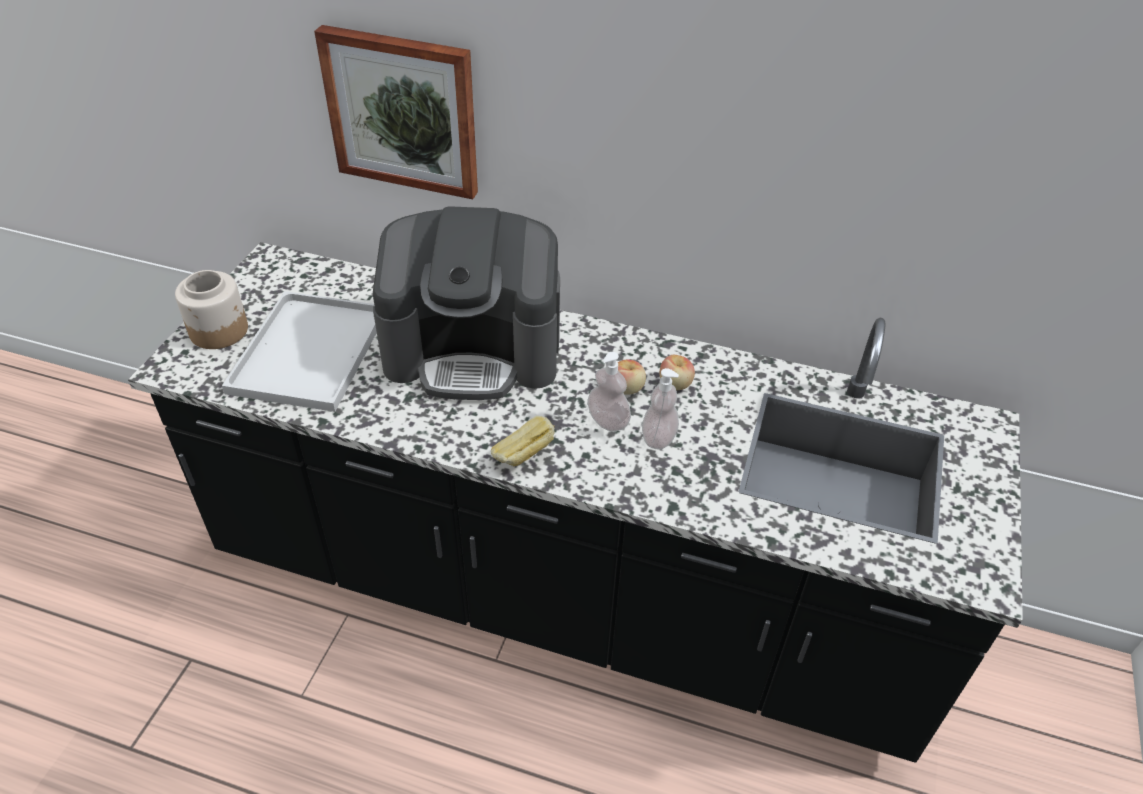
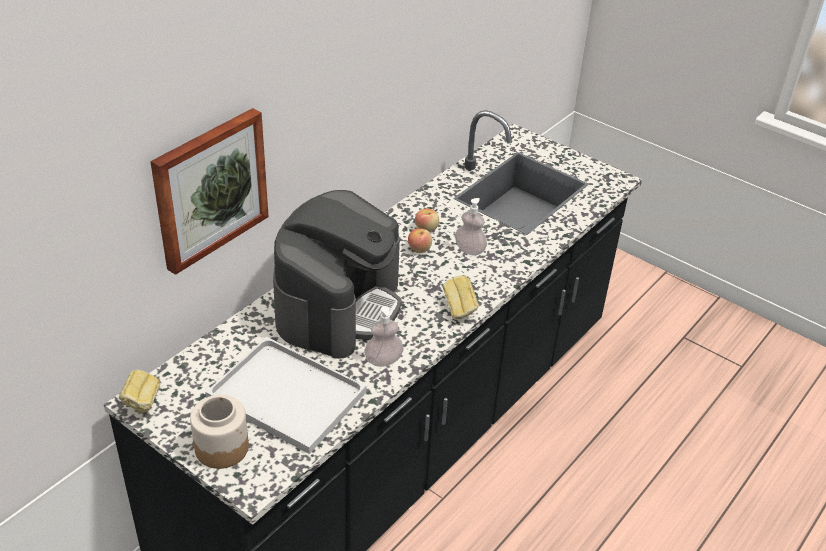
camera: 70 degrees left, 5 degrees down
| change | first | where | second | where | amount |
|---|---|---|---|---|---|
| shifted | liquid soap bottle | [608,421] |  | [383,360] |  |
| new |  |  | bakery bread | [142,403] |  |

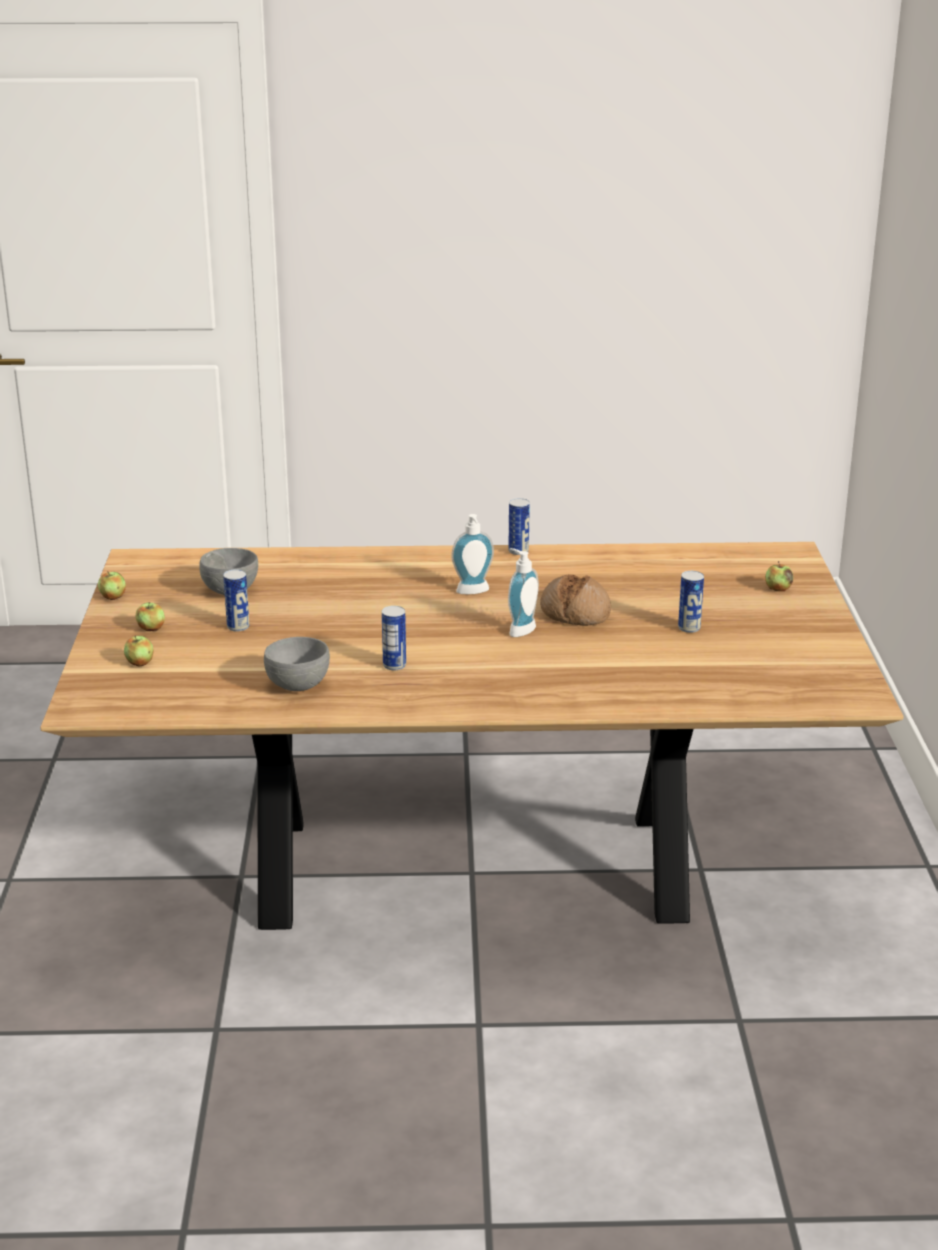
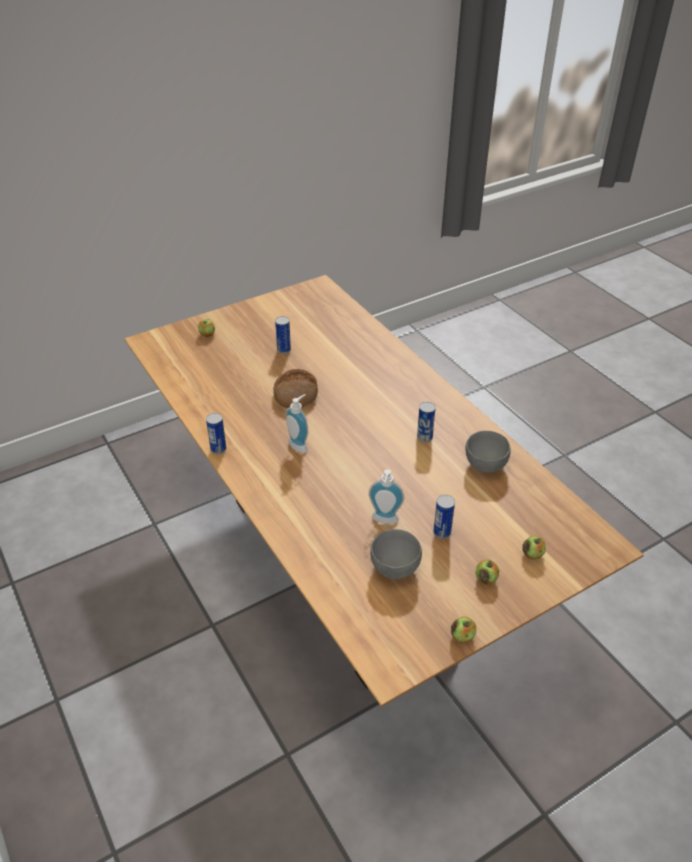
camera: 120 degrees left, 15 degrees up
| change | first | where | second | where | amount |
|---|---|---|---|---|---|
| shifted | liquid soap bottle | [519,629] |  | [384,521] |  |

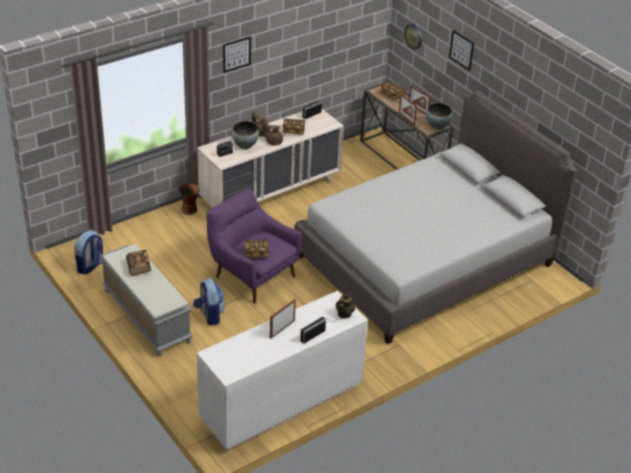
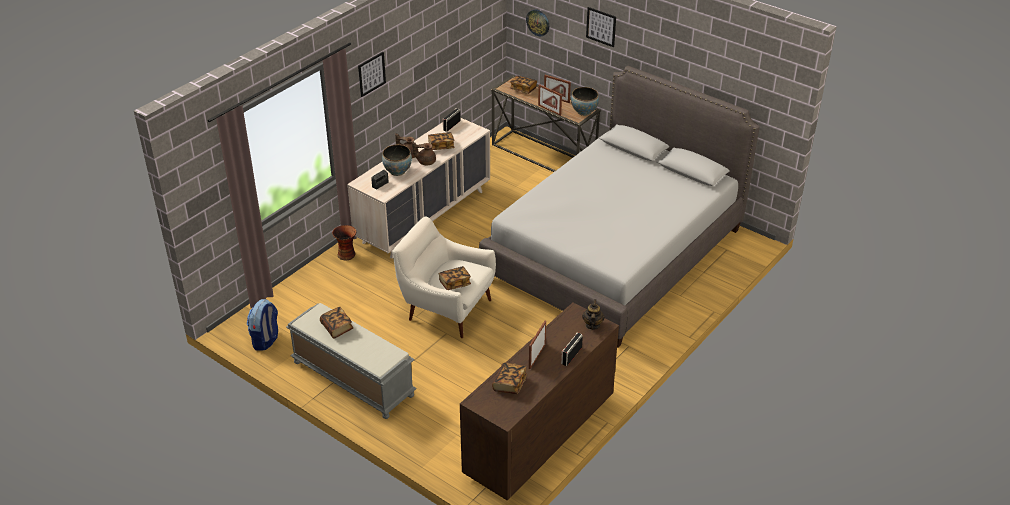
camera: 15 degrees left, 0 degrees up
| change | first | where | second | where | amount |
|---|---|---|---|---|---|
| gone | knapsack | [209,315] |  |  |  |
| repainted | dresser (white-coloured) | [280,403] | dresser (brown) | [538,437] |  |
| repainted | armchair (purplish) | [252,275] | armchair (white-coloured) | [446,308] |  |
| new |  |  | bound book | [509,384] |  |

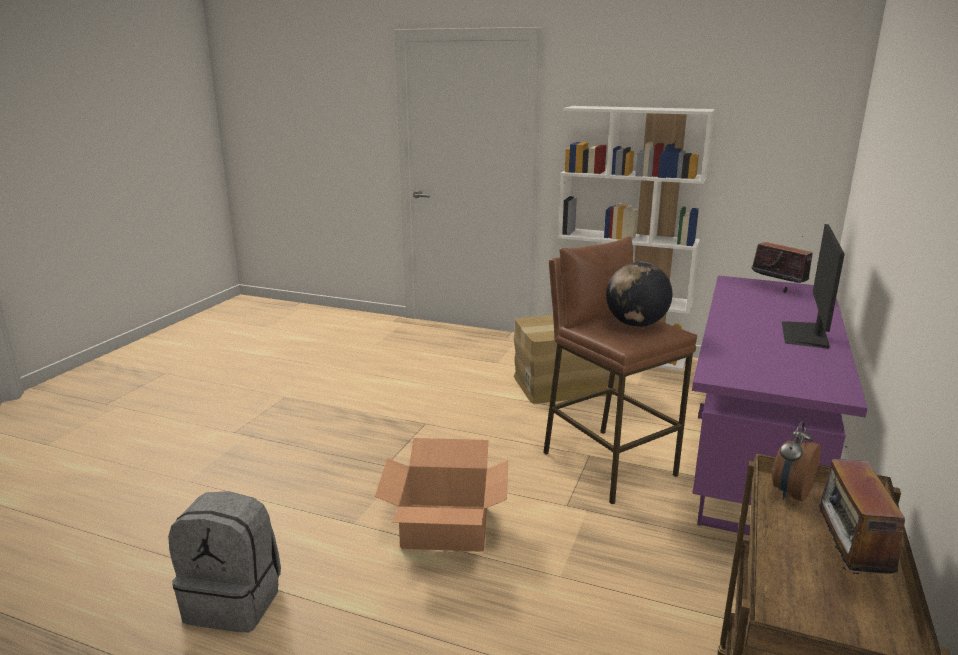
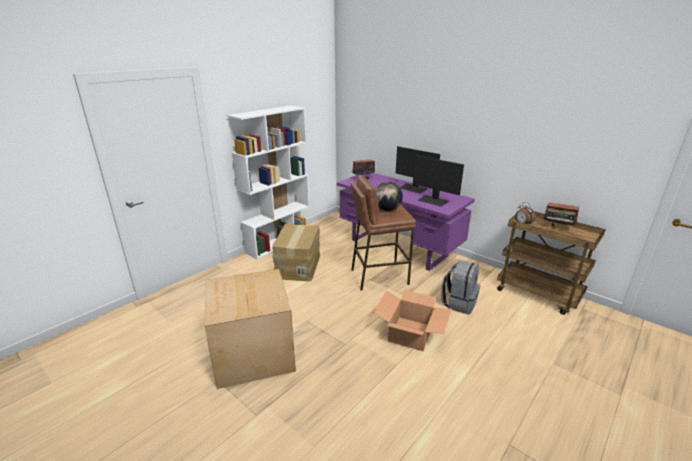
camera: 70 degrees left, 5 degrees up
| change | first | where | second | where | amount |
|---|---|---|---|---|---|
| shifted | knapsack (greyish) | [235,601] |  | [459,303] |  |
| new |  |  | packing box | [252,354] |  |
| new |  |  | computer display | [433,200] |  |

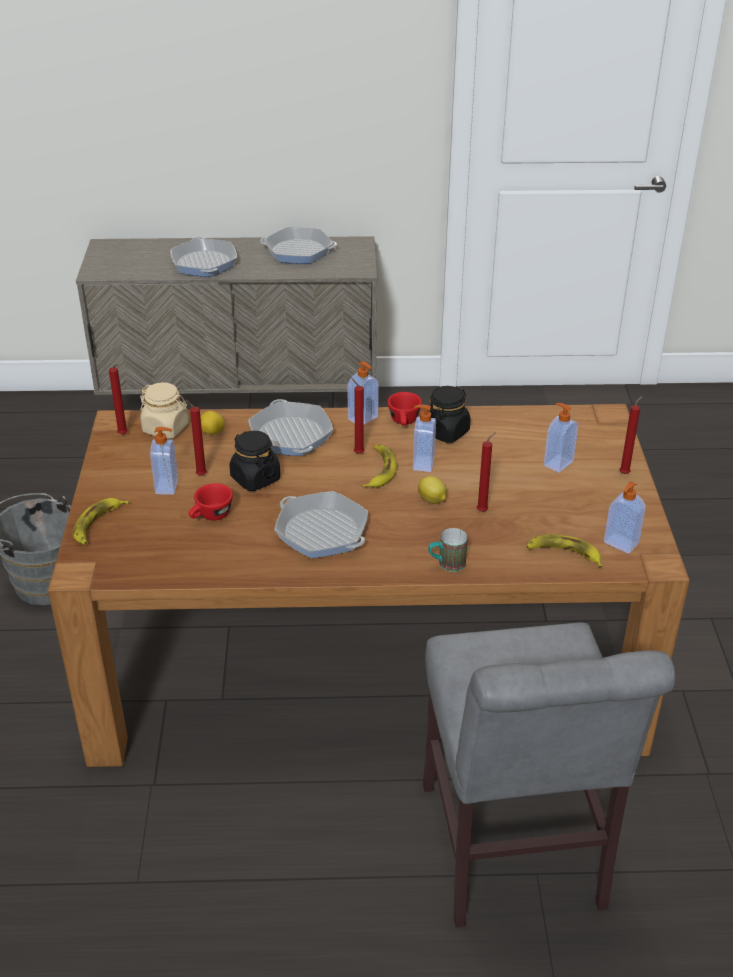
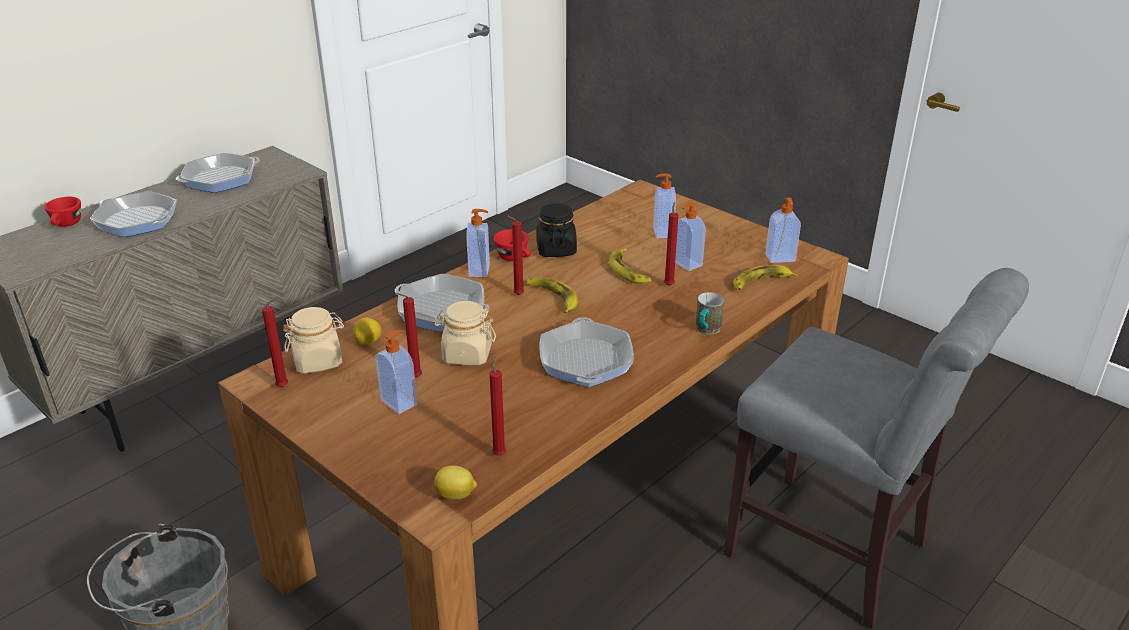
camera: 45 degrees left, 5 degrees down
| change | first | where | second | where | amount |
|---|---|---|---|---|---|
| shifted | banana | [98,524] |  | [629,271] |  |
| shifted | drinking cup (red-coloured) | [211,516] |  | [66,225] |  |
| repainted | storage jar (black) | [255,478] | storage jar (beige) | [467,354] |  |
| rotated | skillet | [322,532] |  | [585,361] | 90 degrees clockwise |
| shifted | liquid soap bottle | [422,463] |  | [686,264] |  |
| shifted | whole lemon | [432,500] |  | [456,495] |  |
| shifted | wax candle (red-coloured) | [625,473] |  | [499,454] |  |

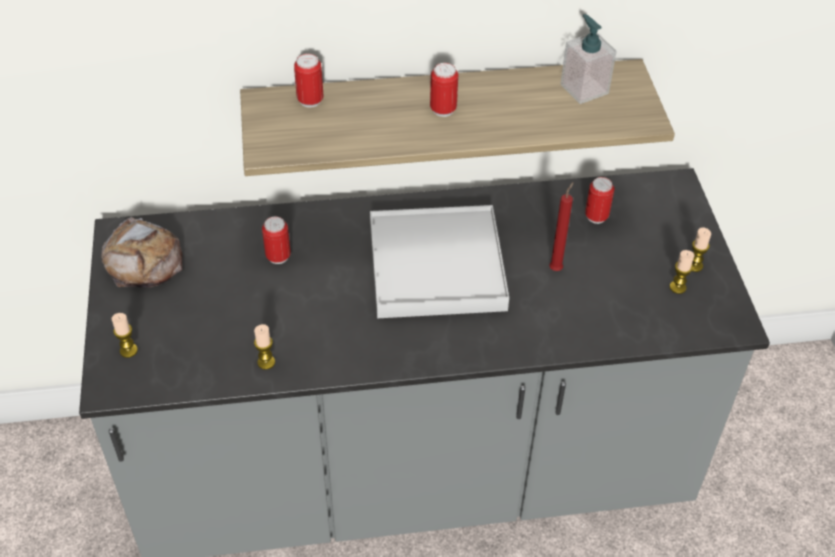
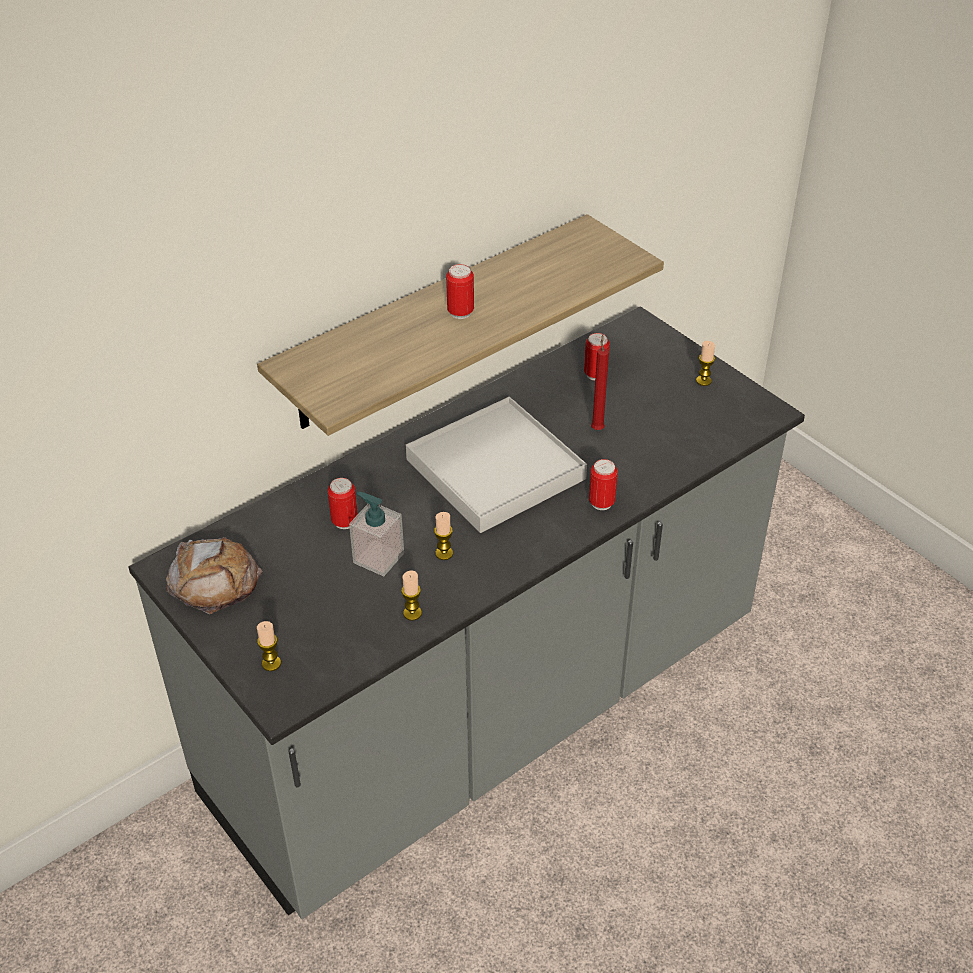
camera: 30 degrees left, 5 degrees down
| change | first | where | second | where | amount |
|---|---|---|---|---|---|
| shifted | sealed can | [310,101] |  | [601,503] |  |
| shifted | liquid soap bottle | [584,89] |  | [378,558] |  |
| shifted | wax candle | [677,287] |  | [444,553] |  |

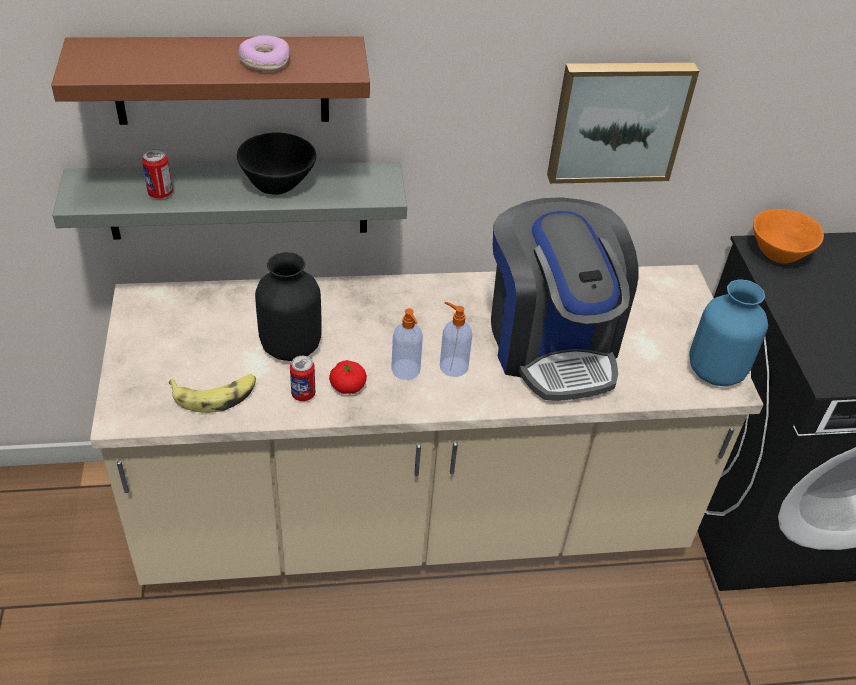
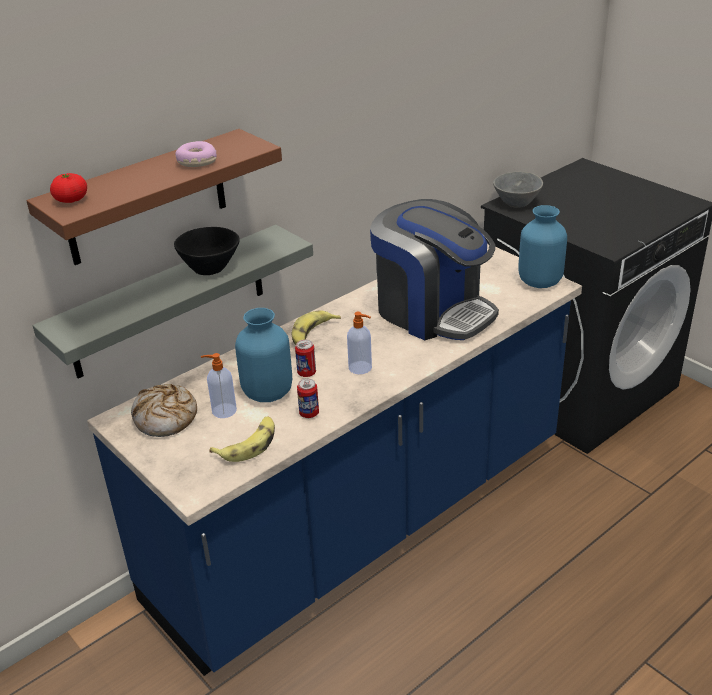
camera: 30 degrees left, 10 degrees down
| change | first | where | second | where | amount |
|---|---|---|---|---|---|
| repainted | kitchen base unit (beige) | [414,519] | kitchen base unit (blue) | [364,522] |  |
| shifted | sealed can | [160,193] |  | [306,373] |  |
| repainted | flower vase (black) | [290,347] | flower vase (blue) | [268,393] |  |
| shifted | fresh tomato | [348,386] |  | [71,200] |  |
| shifted | liquid soap bottle | [452,366] |  | [223,411] |  |
| gone | picture | [617,120] |  |  |  |
| repainted | serving bowl (orange) | [777,253] | serving bowl (greyish) | [515,203] |  |
| new |  |  | bakery bread | [165,418] |  |
| new |  |  | banana | [312,334] |  |

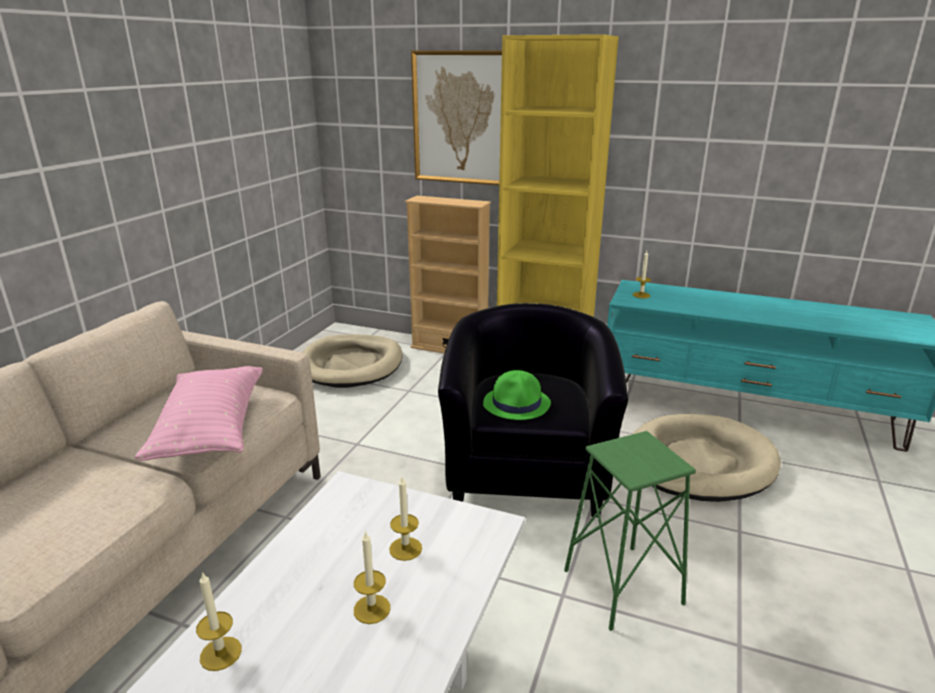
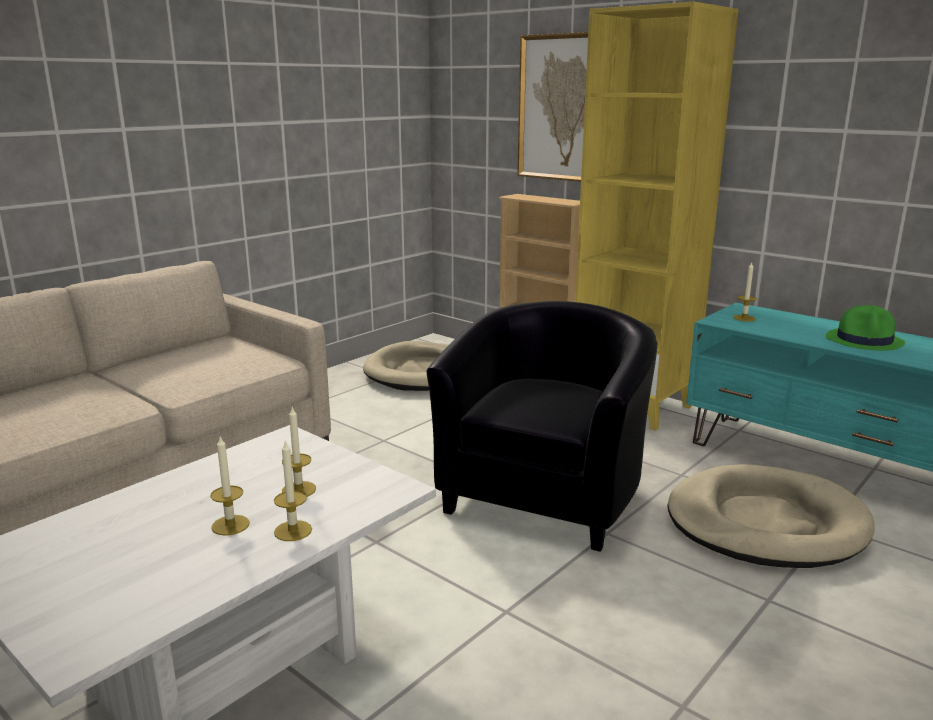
camera: 20 degrees right, 5 degrees down
| change | first | where | second | where | amount |
|---|---|---|---|---|---|
| gone | pillow (pink) | [211,429] |  |  |  |
| shifted | wax candle | [220,653] |  | [293,531] |  |
| shifted | wearable hat (green) | [517,404] |  | [865,341] |  |
| gone | stool seat (green) | [623,587] |  |  |  |

